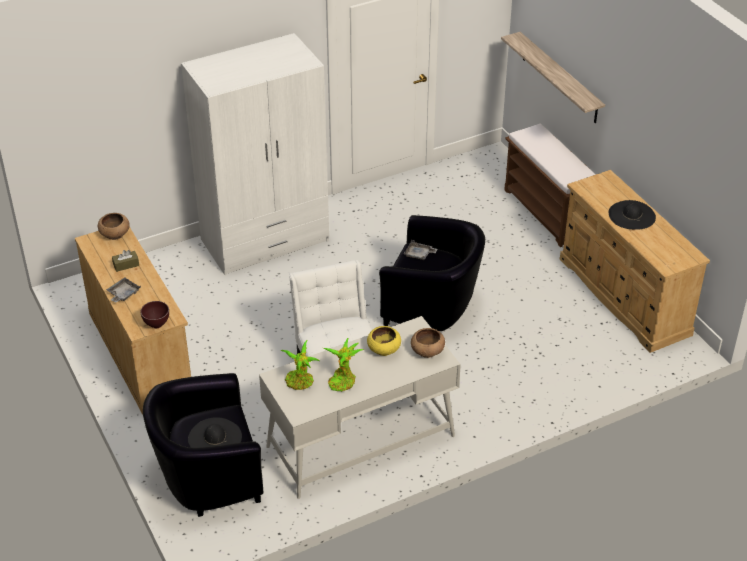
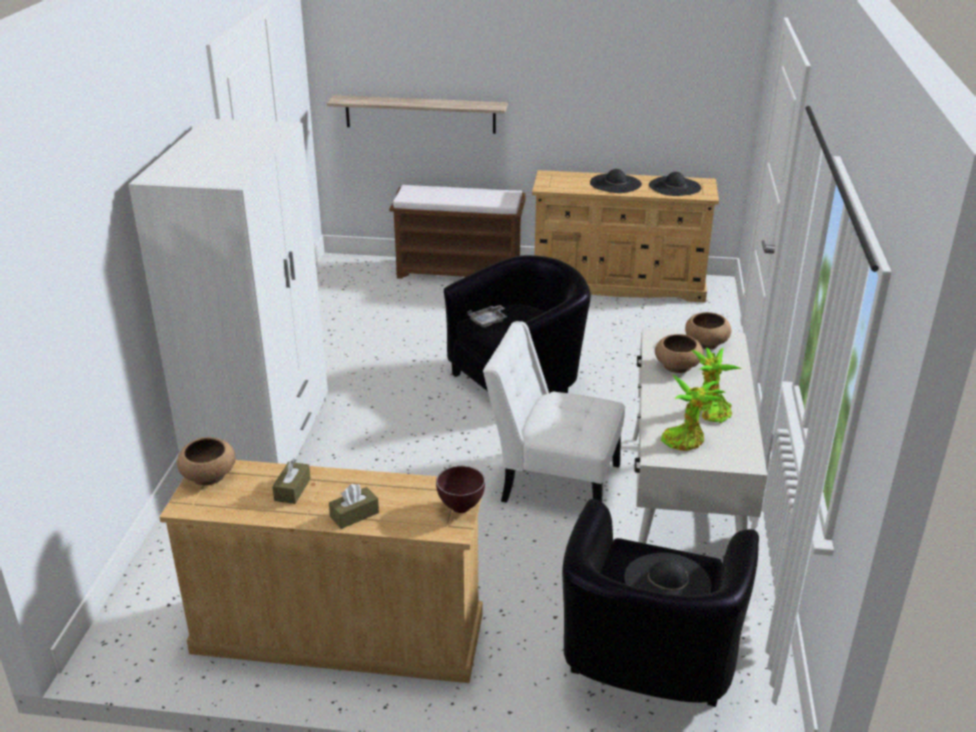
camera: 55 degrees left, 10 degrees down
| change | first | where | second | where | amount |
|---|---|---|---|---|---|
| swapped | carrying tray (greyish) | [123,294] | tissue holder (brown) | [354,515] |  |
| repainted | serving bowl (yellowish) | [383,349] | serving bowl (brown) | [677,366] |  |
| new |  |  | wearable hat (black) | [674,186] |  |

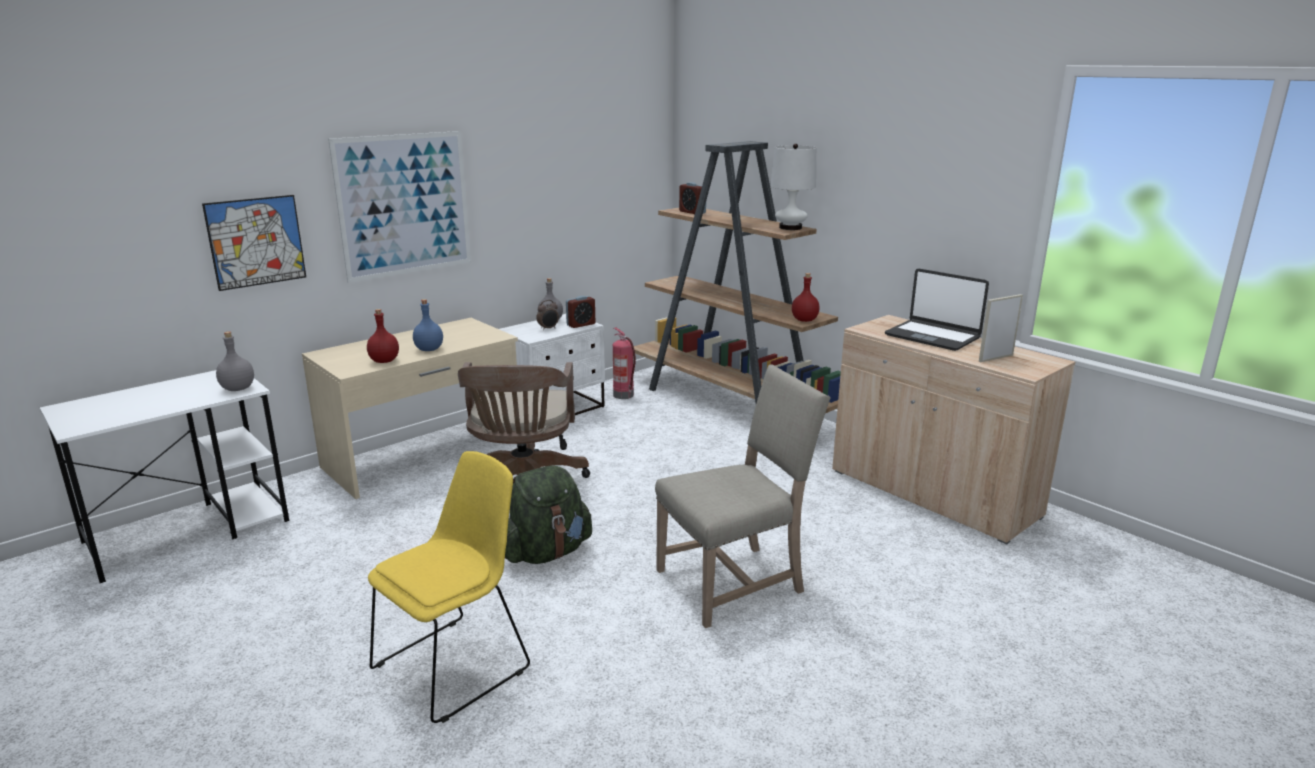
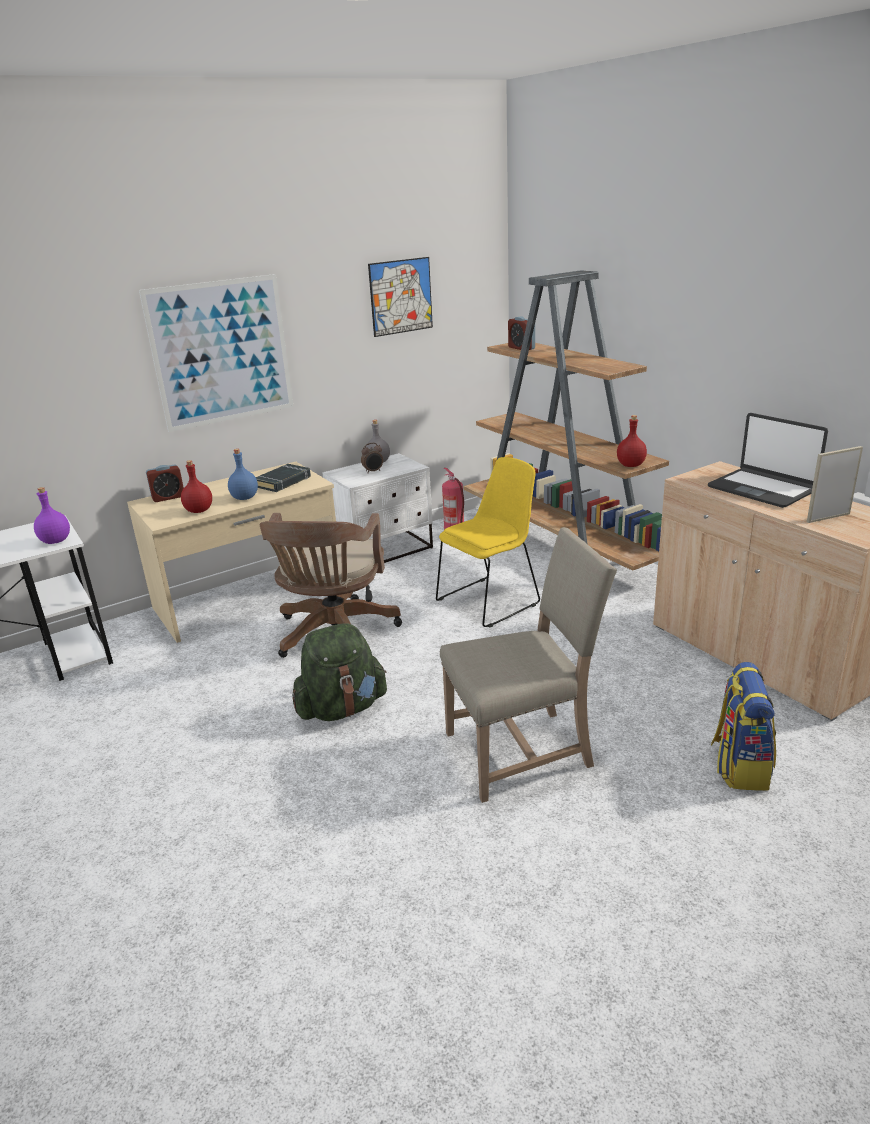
camera: 10 degrees right, 5 degrees up
| change | first | where | second | where | amount |
|---|---|---|---|---|---|
| shifted | picture | [256,242] |  | [401,296] |  |
| repainted | beverage bottle (greyish) | [238,388] | beverage bottle (purplish) | [56,541] |  |
| shifted | chair (yellowish) | [455,665] |  | [490,600] |  |
| shifted | alarm clock | [581,324] |  | [168,497] |  |
| gone | lamp for a table (white-coloured) | [790,228] |  |  |  |
| new |  |  | bound book (black) | [283,482] |  |
| new |  |  | knapsack | [739,766] |  |

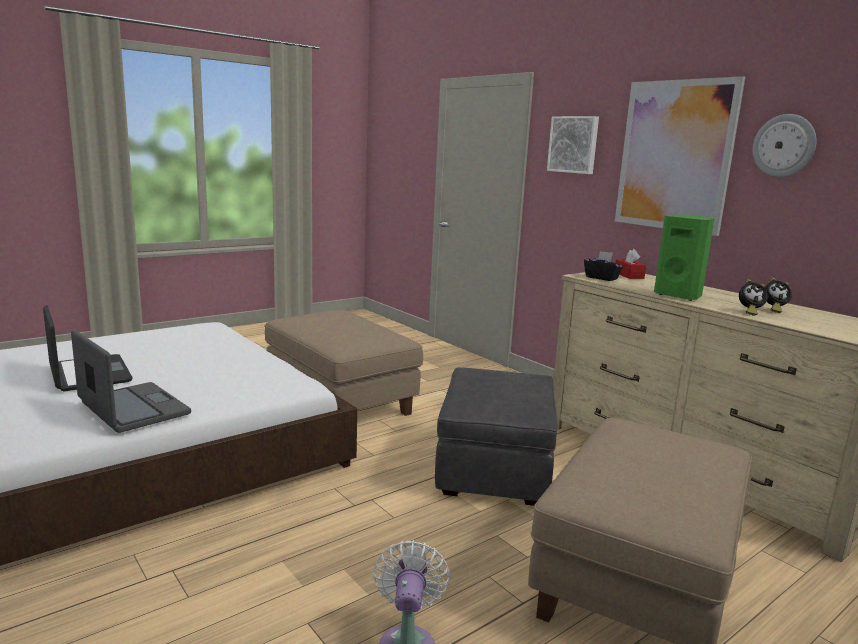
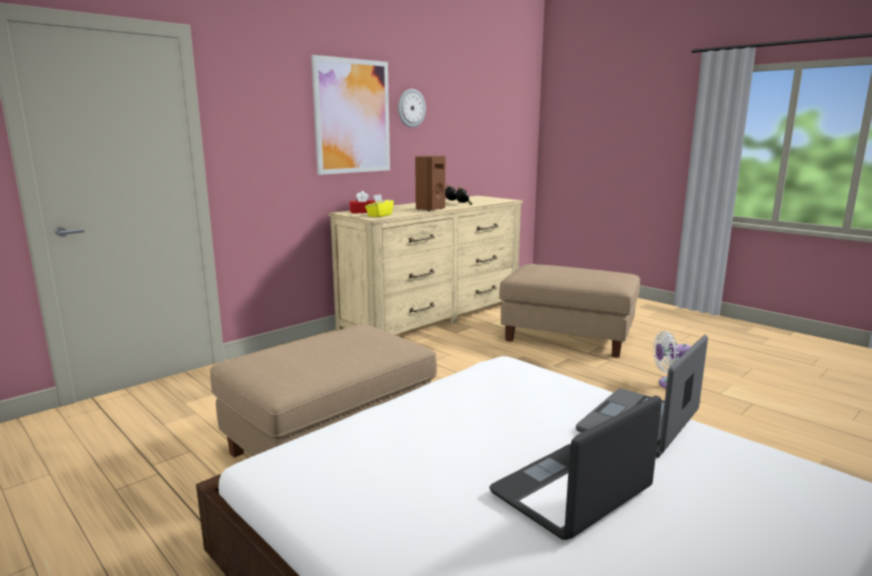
camera: 95 degrees left, 0 degrees up
| change | first | where | second | where | amount |
|---|---|---|---|---|---|
| gone | ottoman (greyish) | [495,468] |  |  |  |
| gone | picture | [574,144] |  |  |  |
| repainted | tissue holder (black) | [601,278] | tissue holder (yellowish) | [379,215] |  |
| repainted | audio speaker (green) | [679,296] | audio speaker (brown) | [429,209] |  |

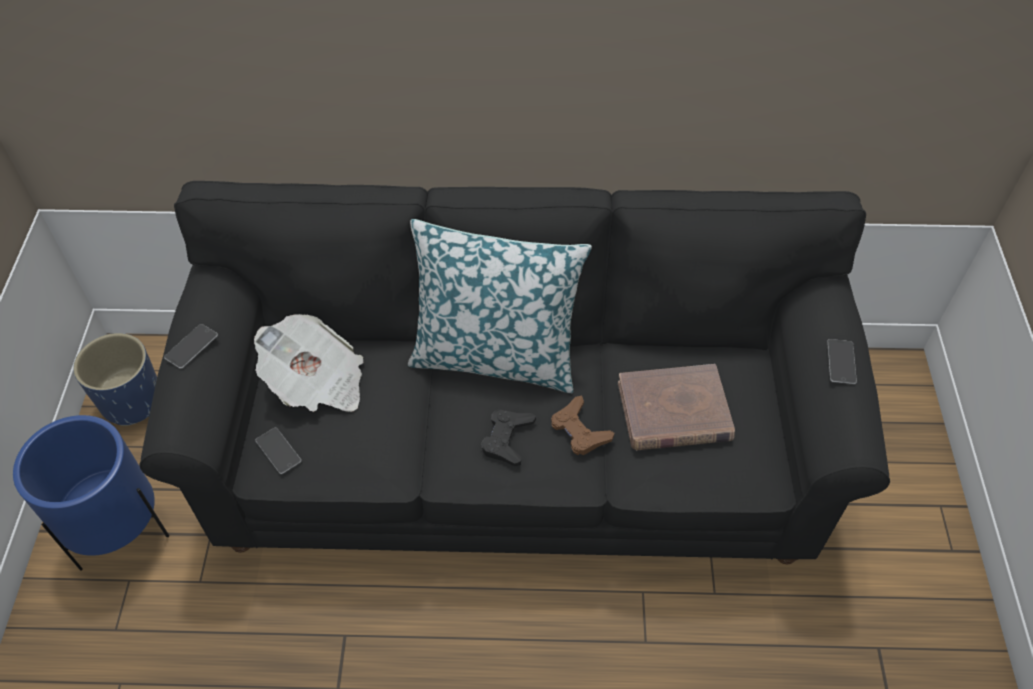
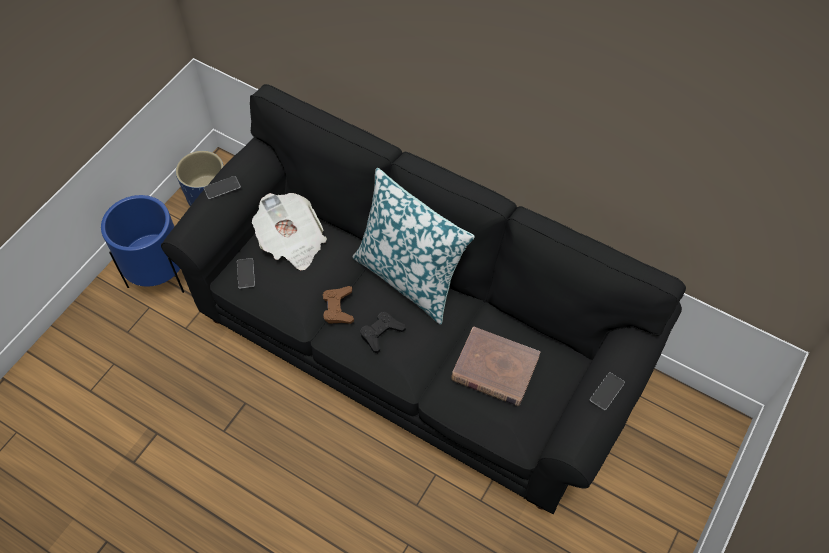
camera: 30 degrees right, 5 degrees up
| change | first | where | second | where | amount |
|---|---|---|---|---|---|
| shifted | joypad (brown) | [579,430] |  | [338,308] |  |

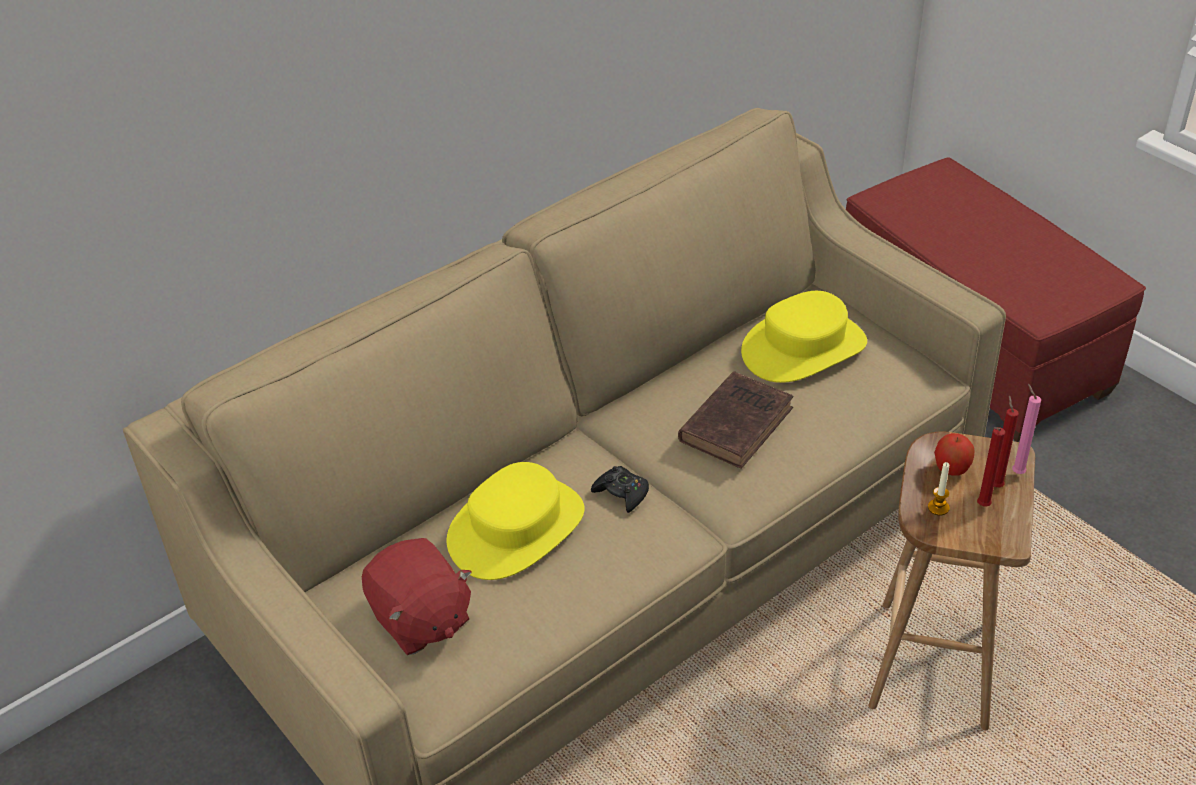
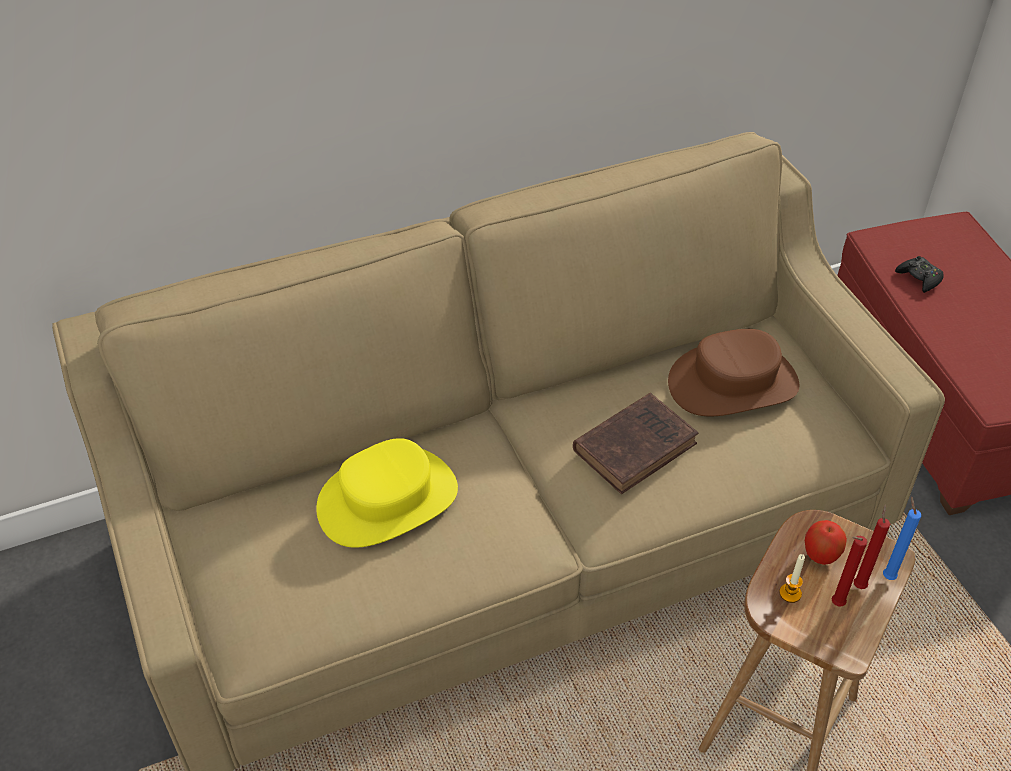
camera: 15 degrees right, 5 degrees up
| change | first | where | second | where | amount |
|---|---|---|---|---|---|
| gone | soft toy (red-coloured) | [420,619] |  |  |  |
| shifted | joypad (black) | [622,493] |  | [919,278] |  |
| repainted | wearable hat (yellowish) | [803,347] | wearable hat (brown) | [733,383] |  |
| repainted | wax candle (pink) | [1016,471] | wax candle (blue) | [887,575] |  |

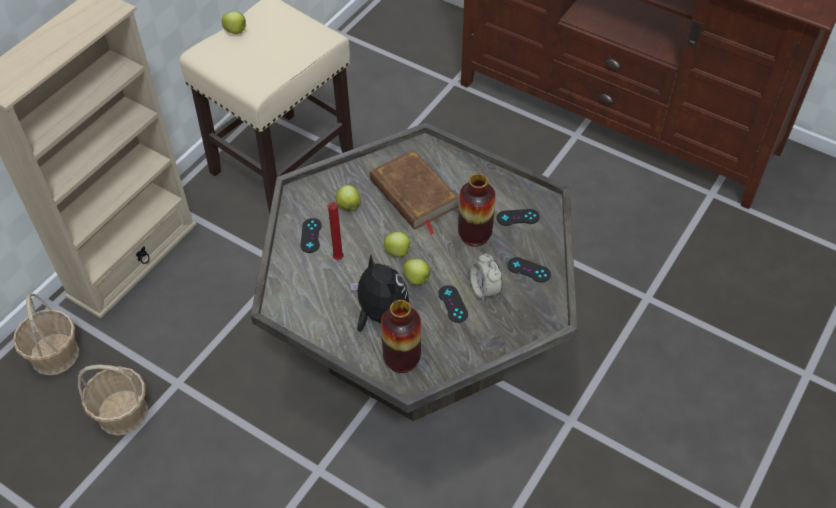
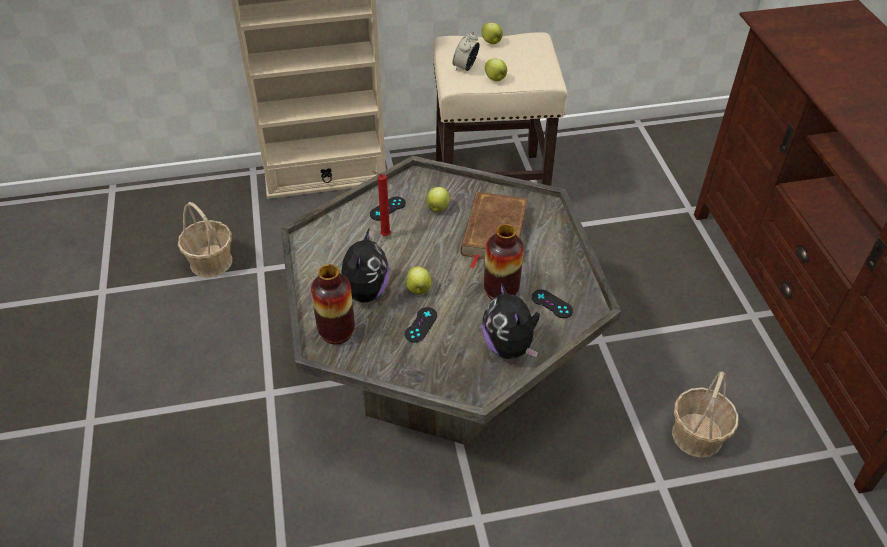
camera: 45 degrees right, 5 degrees down
| change | first | where | second | where | amount |
|---|---|---|---|---|---|
| shifted | storage basket | [54,355] |  | [696,436] |  |
| shifted | apple fruit | [398,252] |  | [495,79] |  |
| shifted | alarm clock | [484,289] |  | [465,67] |  |
| swapped | joypad (black) | [529,270] | soft toy | [509,346] |  |

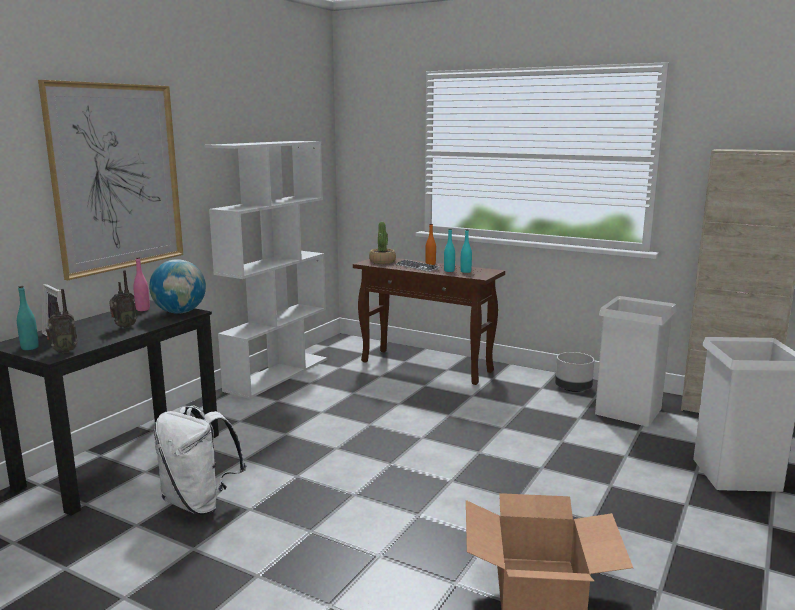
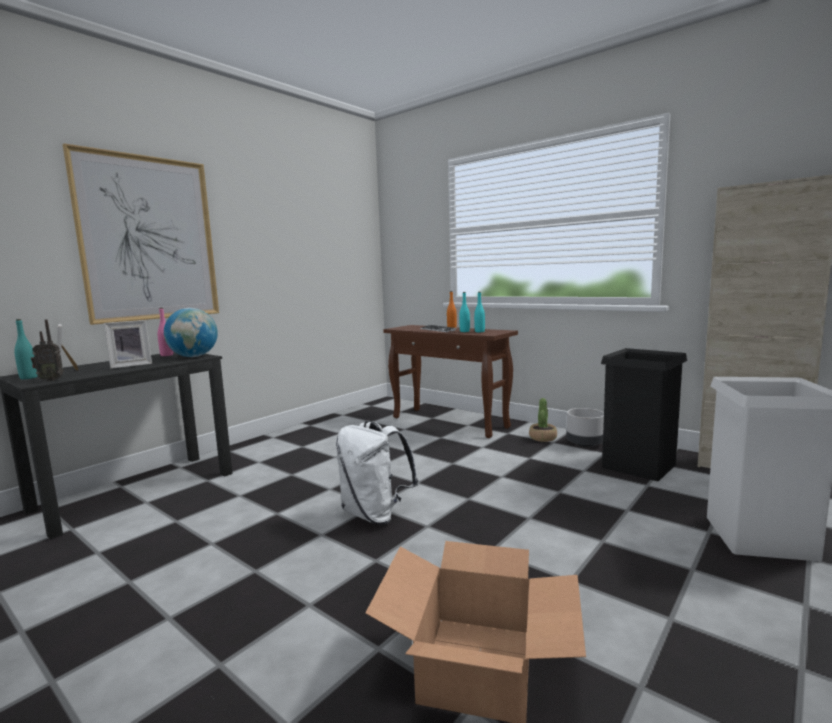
camera: 10 degrees right, 5 degrees down
| change | first | where | second | where | amount |
|---|---|---|---|---|---|
| swapped | radio set | [124,327] | picture frame | [131,365] |  |
| shifted | knapsack (white-coloured) | [200,503] |  | [375,514] |  |
| gone | bookshelf (white-coloured) | [277,374] |  |  |  |
| shifted | houseplant | [382,261] |  | [543,438] |  |
| repainted | trash can (white-coloured) | [628,411] | trash can (black) | [639,466] |  |

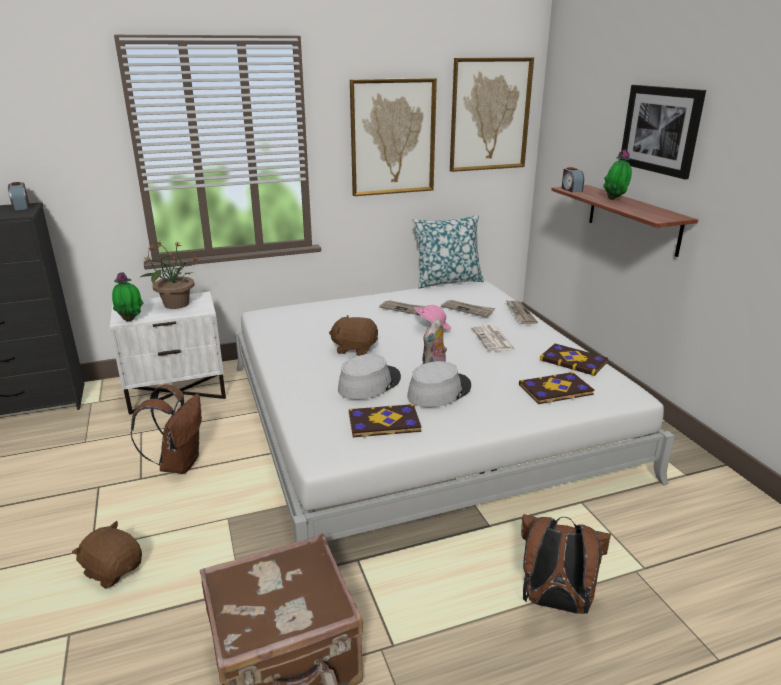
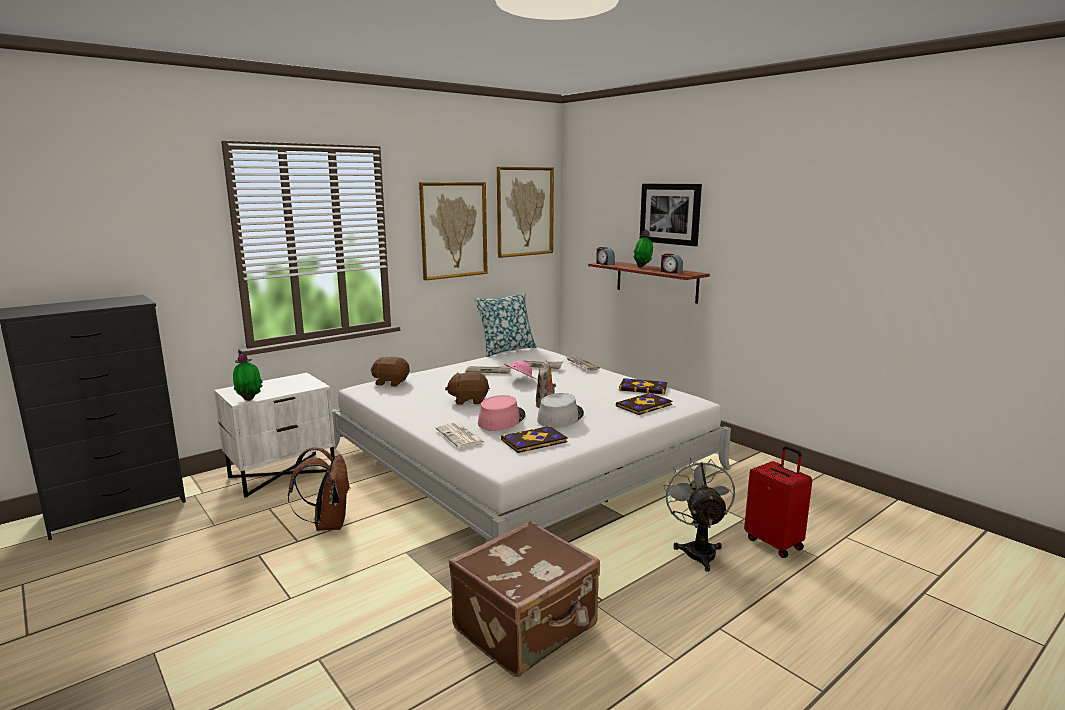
camera: 20 degrees left, 10 degrees down
| change | first | where | second | where | amount |
|---|---|---|---|---|---|
| shifted | alarm clock | [21,207] |  | [670,272] |  |
| shifted | soft toy (brown) | [113,570] |  | [391,382] |  |
| gone | houseplant | [175,304] |  |  |  |
| repainted | wearable hat (greyish) | [369,383] | wearable hat (pink) | [501,419] |  |
| shifted | printed paper | [493,339] |  | [461,436] |  |
| swapped | knapsack (brown) | [554,603] | fan (greyish) | [698,550] |  |
| new |  |  | travel case (red-coloured) | [774,543] |  |

